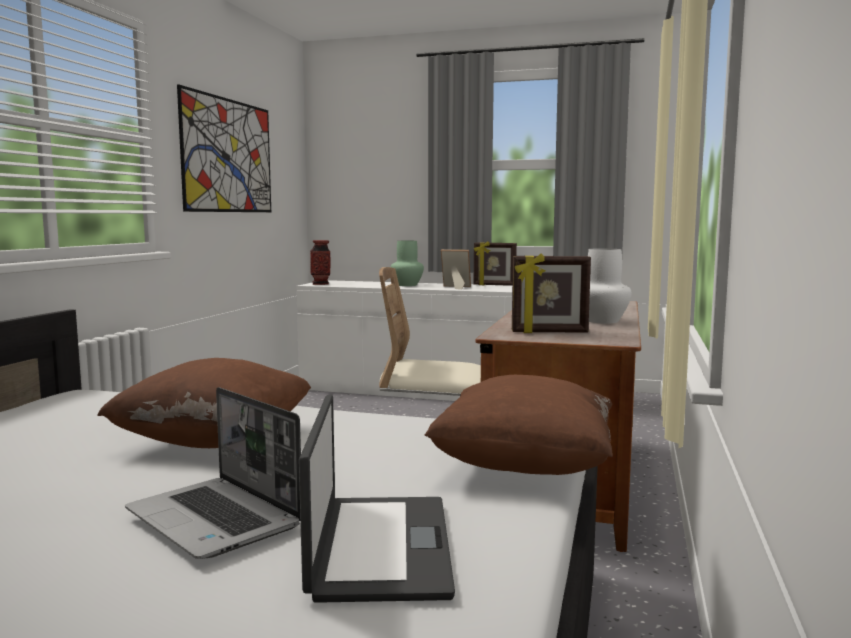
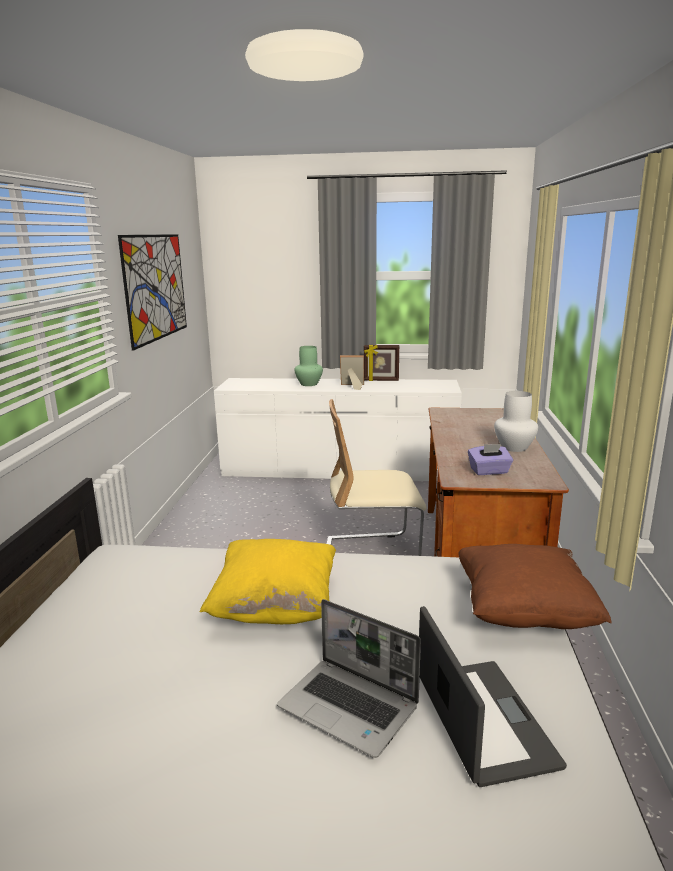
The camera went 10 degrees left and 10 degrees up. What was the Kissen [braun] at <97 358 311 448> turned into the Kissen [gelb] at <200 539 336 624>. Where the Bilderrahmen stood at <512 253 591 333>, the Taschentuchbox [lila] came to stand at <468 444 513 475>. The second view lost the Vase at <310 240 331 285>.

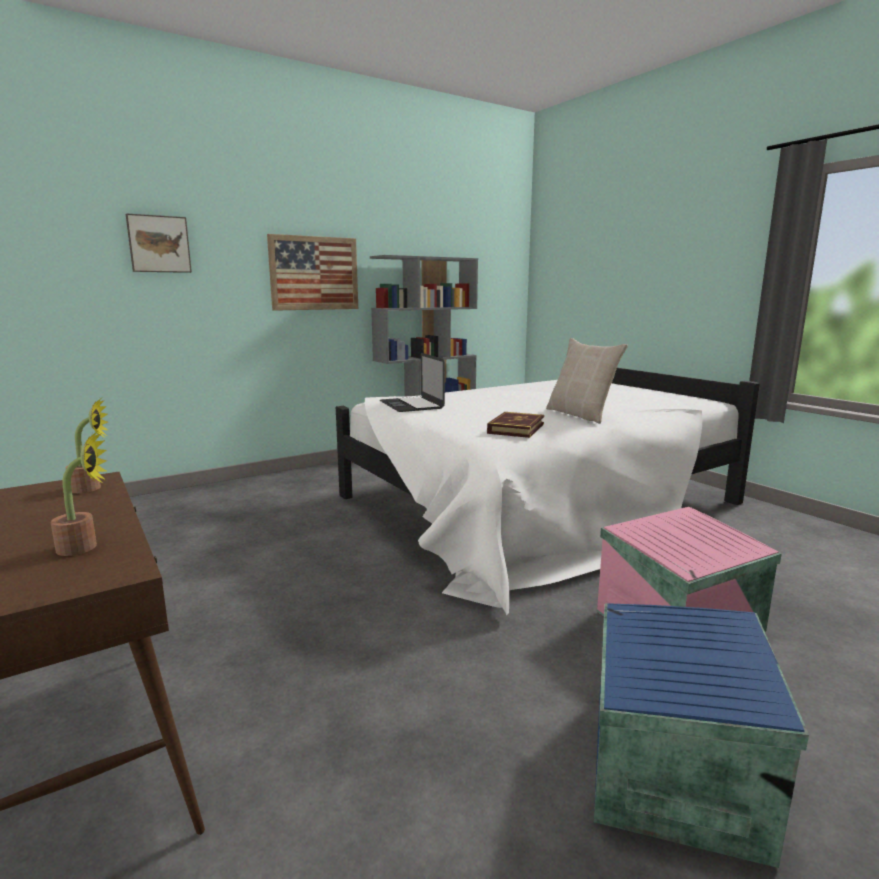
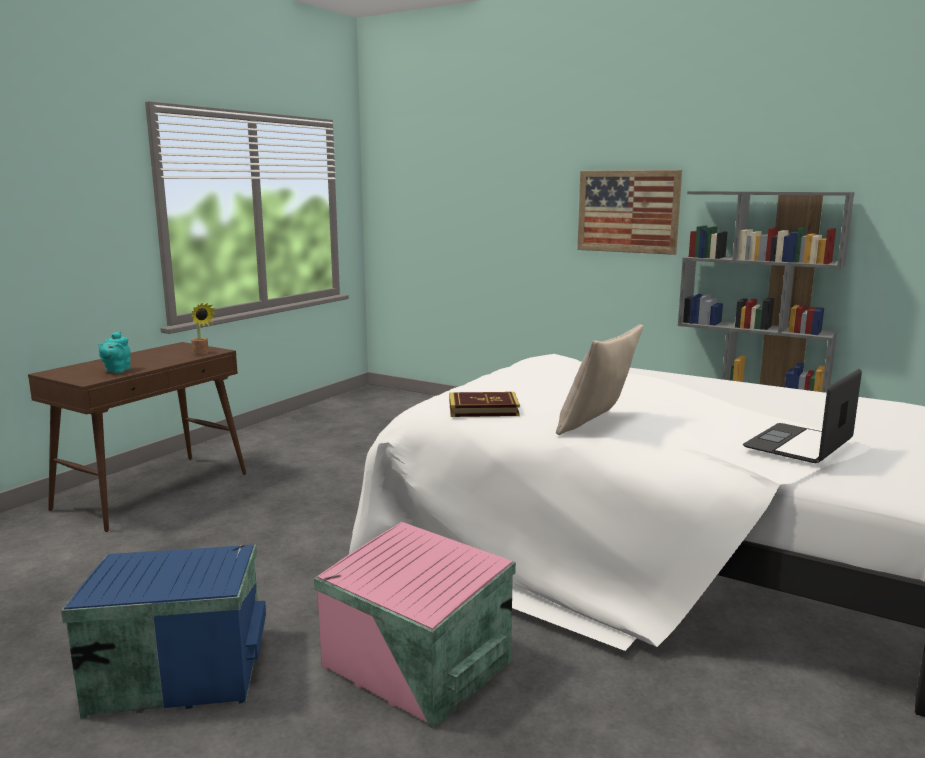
The camera went 65 degrees right and 0 degrees up. Where the Topfpflanze stood at <51 431 107 556>, the Teekanne [türkis] came to stand at <98 331 131 373>. The Laptop ended up elsewhere, having gone from <380 353 445 412> to <743 369 862 463>. The second view lost the Bild at <126 213 192 273>.

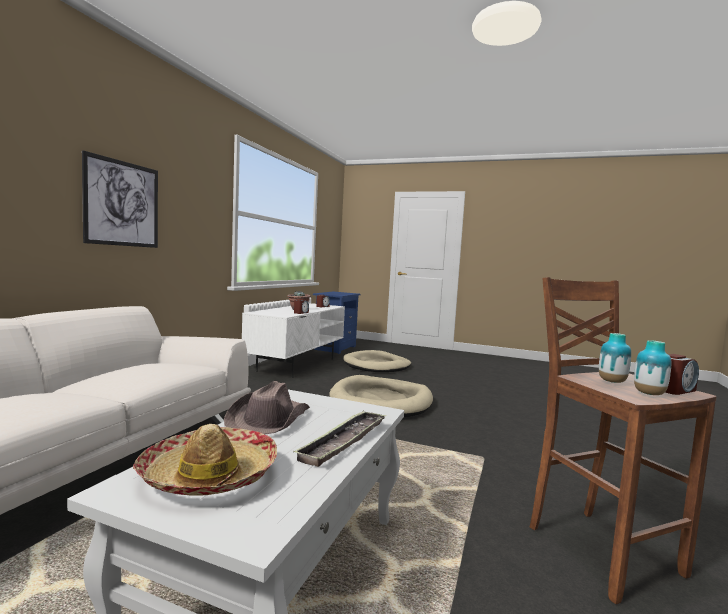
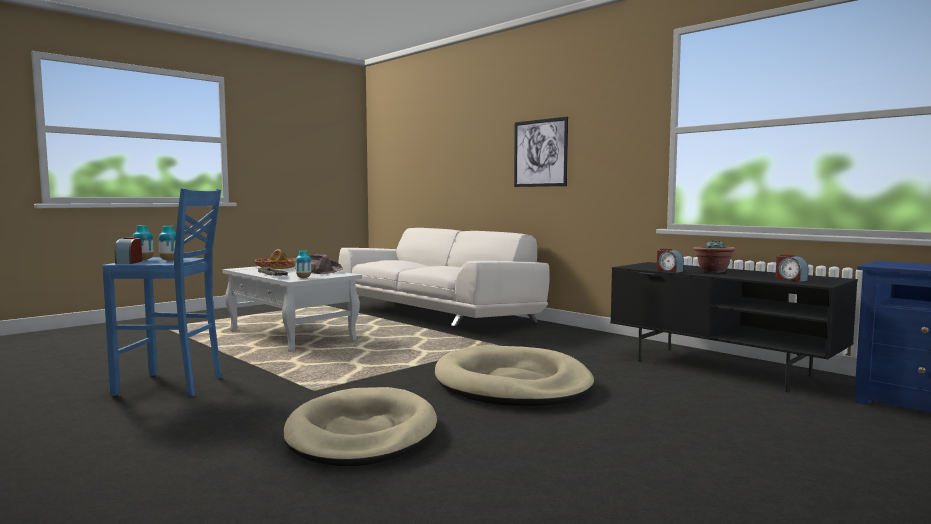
The camera went 115 degrees right and 0 degrees up. What was the Hocker [braun] at <530 277 716 604> turned into the Hocker [blau] at <102 188 222 396>. The Hundebett [beige] ended up elsewhere, having gone from <343 350 411 372> to <284 387 437 466>. The second view gained the Vase at <296 250 311 278>. What was the Fernsehschrank [weiß] at <242 303 345 378> turned into the Fernsehschrank [schwarz] at <610 262 858 392>.

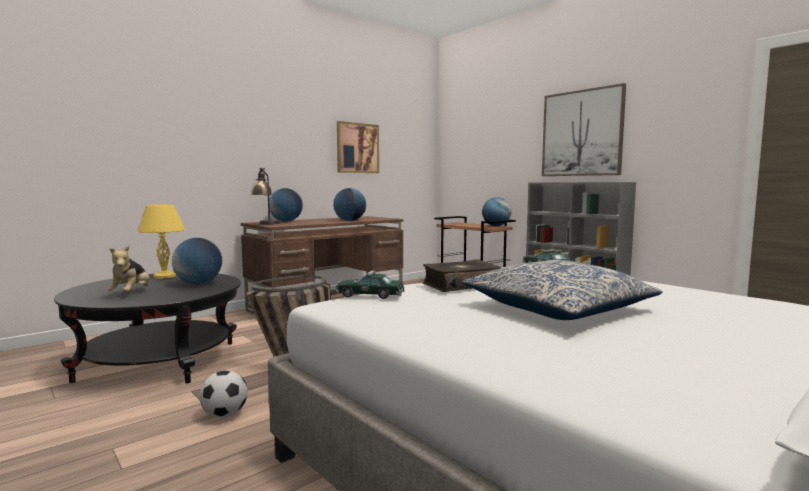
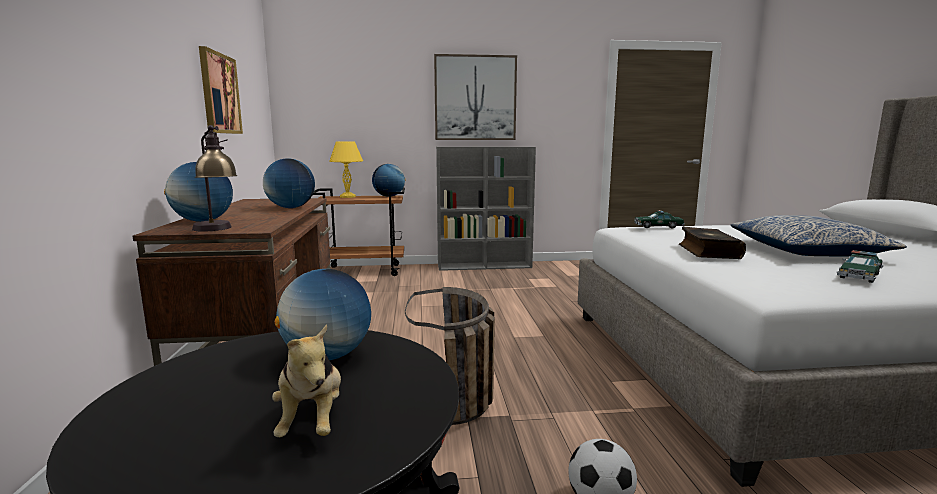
The camera went 55 degrees left and 5 degrees up. The Plüschtier at <107 245 150 292> ended up facing another way, 45 degrees clockwise from before. The Tischlampe [gelb] ended up elsewhere, having gone from <137 204 185 279> to <330 141 363 198>. The Spielzeugauto ended up elsewhere, having gone from <335 270 404 299> to <837 250 884 283>.

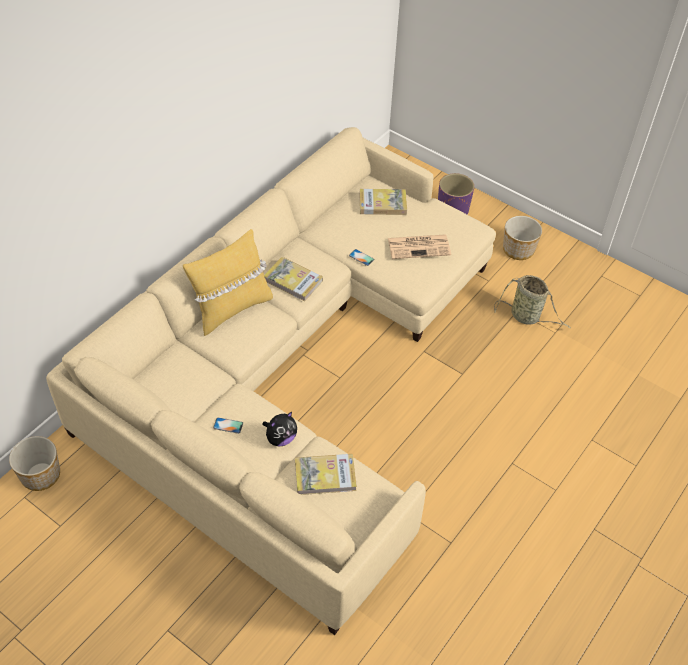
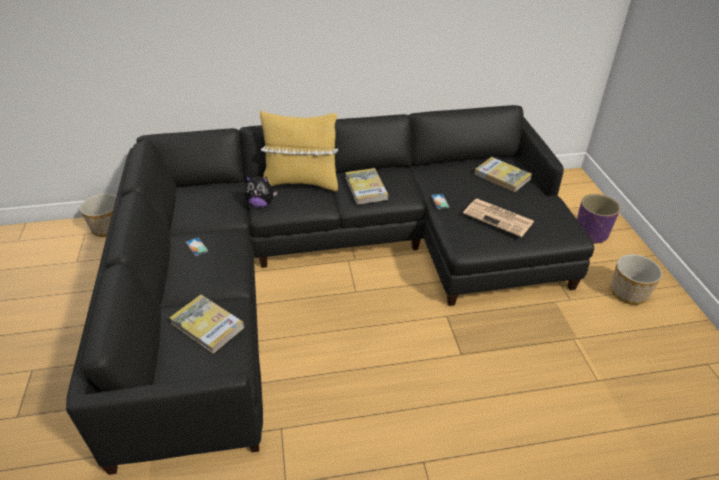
The camera went 45 degrees right and 10 degrees down. What was the Sofa [beige] at <46 127 496 635> turned into the Sofa [schwarz] at <66 105 594 475>. The Plüschtier ended up elsewhere, having gone from <262 412 297 446> to <245 176 278 208>. The second view lost the Korb at <494 275 571 328>.

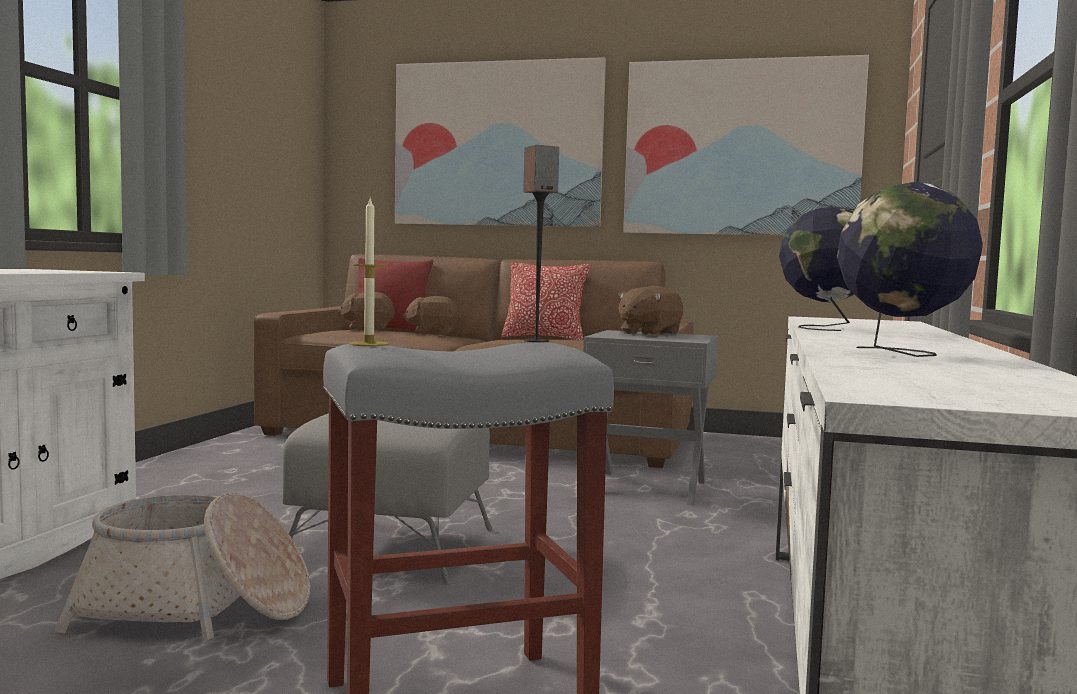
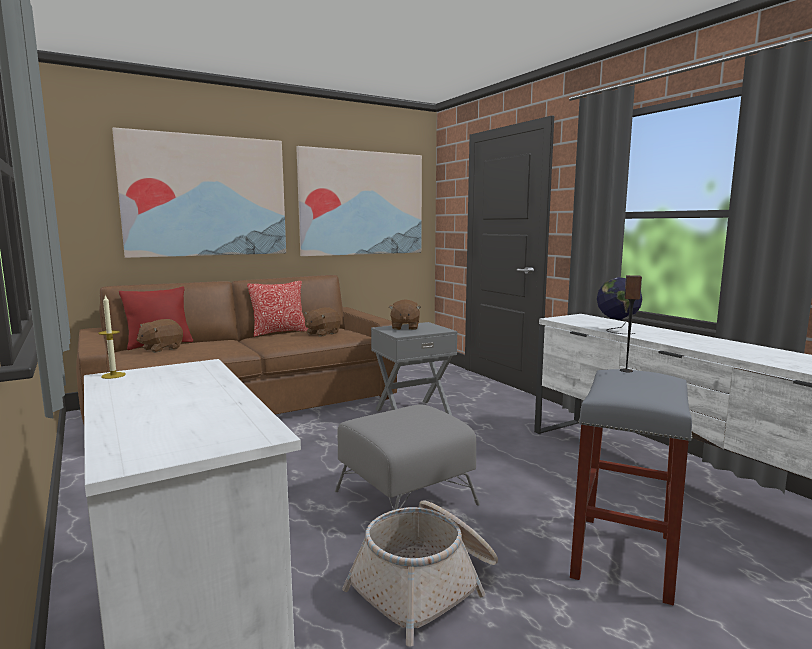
The camera went 45 degrees left and 5 degrees up. The Kerze ended up elsewhere, having gone from <349 197 389 346> to <98 295 126 379>. The Plüschtier [braun] ended up elsewhere, having gone from <402 296 460 336> to <305 307 341 337>. The second view lost the Globus at <837 182 983 357>.

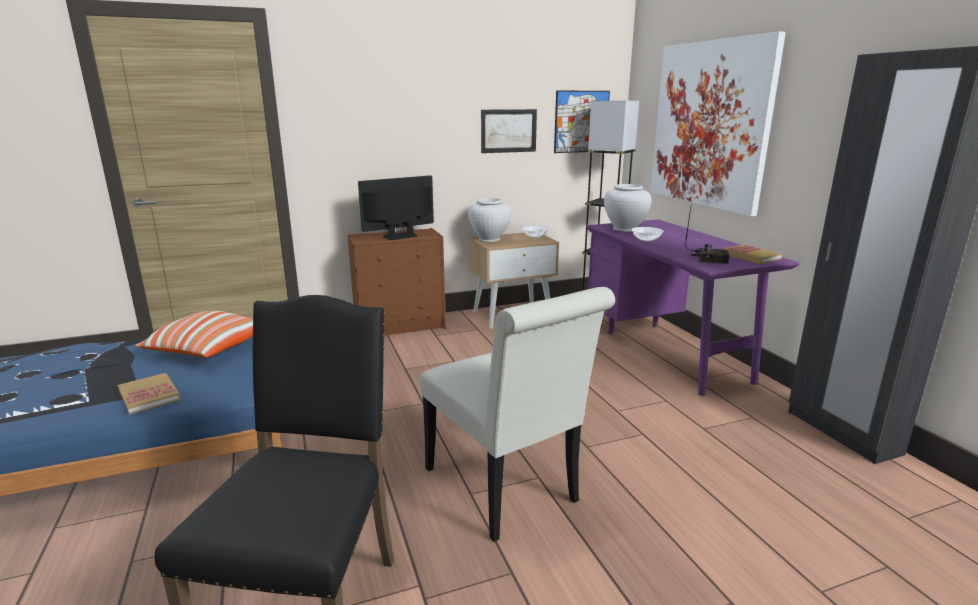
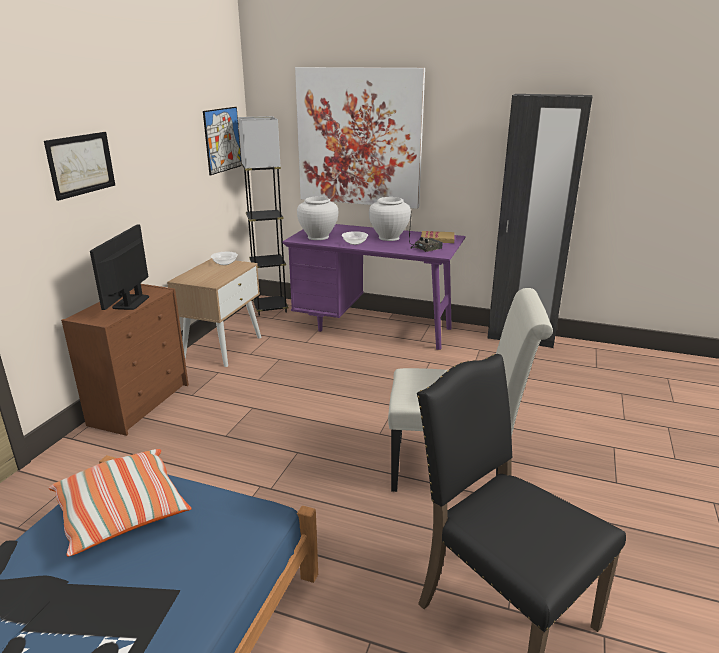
The camera went 50 degrees left and 5 degrees up. The Bild ended up elsewhere, having gone from <481 109 537 153> to <44 132 115 201>. The Vase [weiß] ended up elsewhere, having gone from <468 198 511 242> to <369 197 411 241>. The second view lost the Buch at <118 373 181 415>.

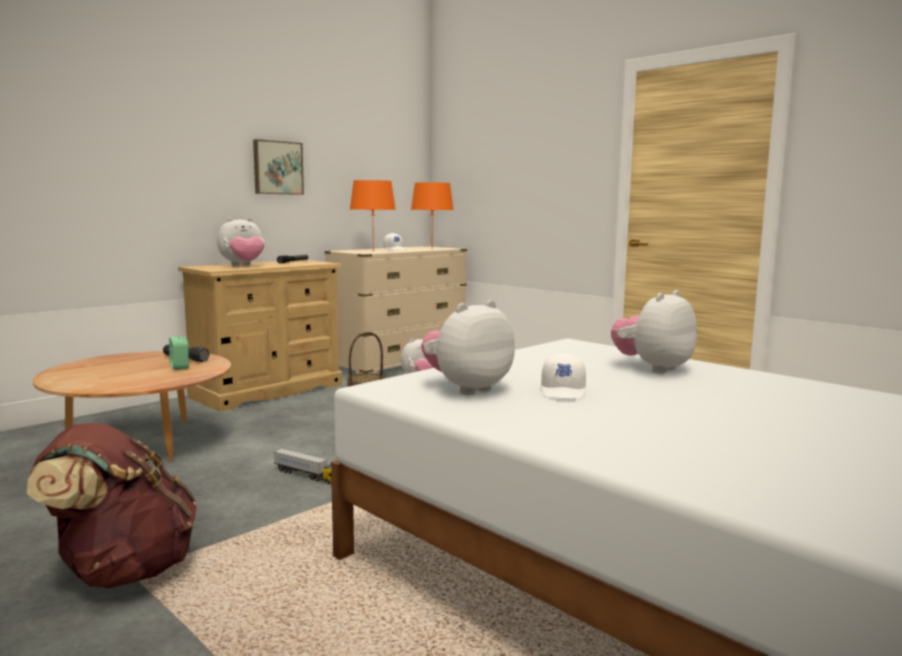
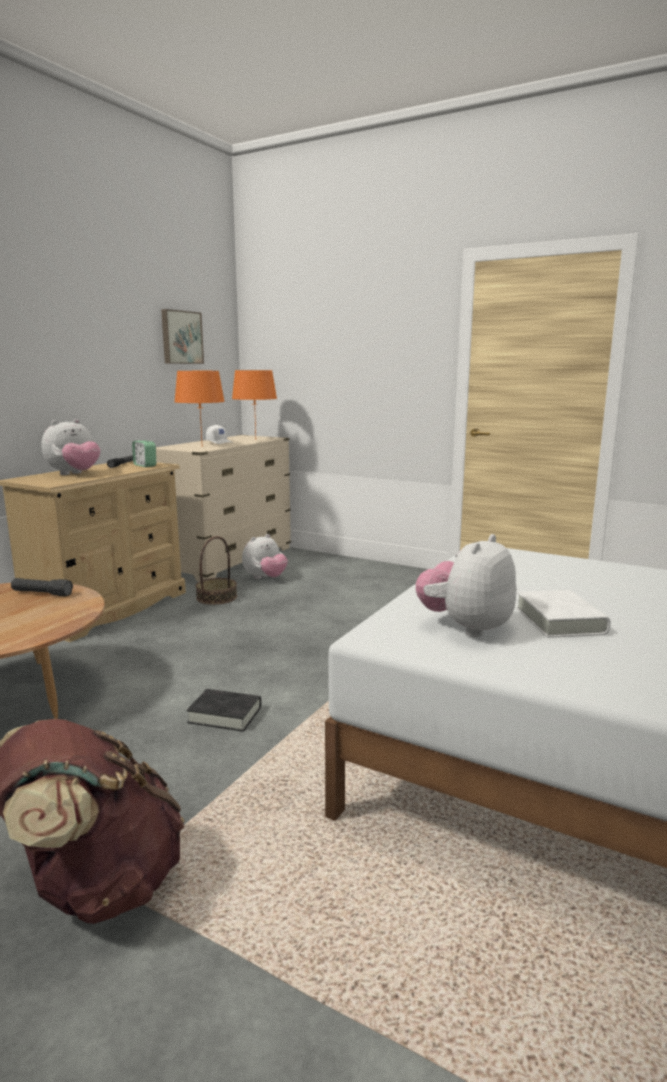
The camera went 15 degrees left and 5 degrees up. The Wecker ended up elsewhere, having gone from <169 337 189 370> to <132 441 156 467>. The Bild ended up elsewhere, having gone from <253 139 304 195> to <161 309 204 364>. Where the Spielzeuglaster stood at <273 448 331 484>, the Buch [schwarz] came to stand at <187 689 261 732>. Where the Kappe [weiß] stood at <541 353 586 399>, the Buch [weiß] came to stand at <516 590 610 638>. The second view lost the Plüschtier at <611 290 697 373>.

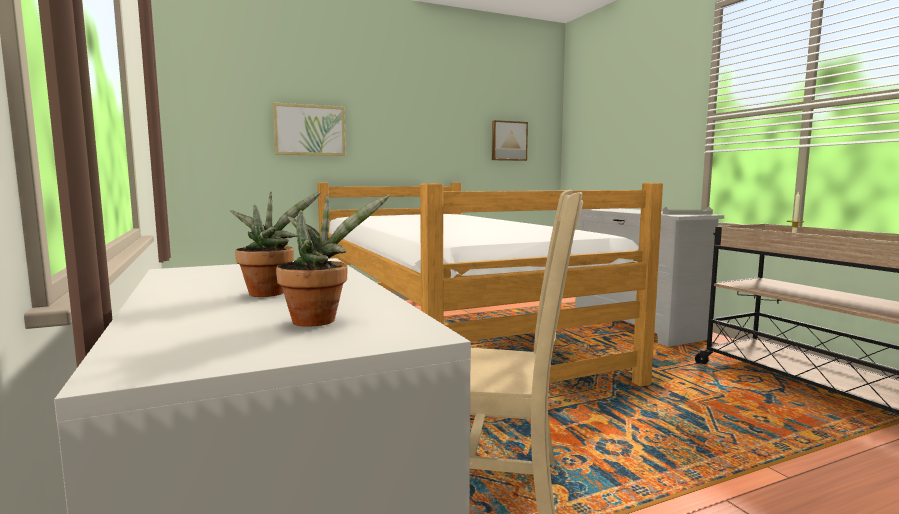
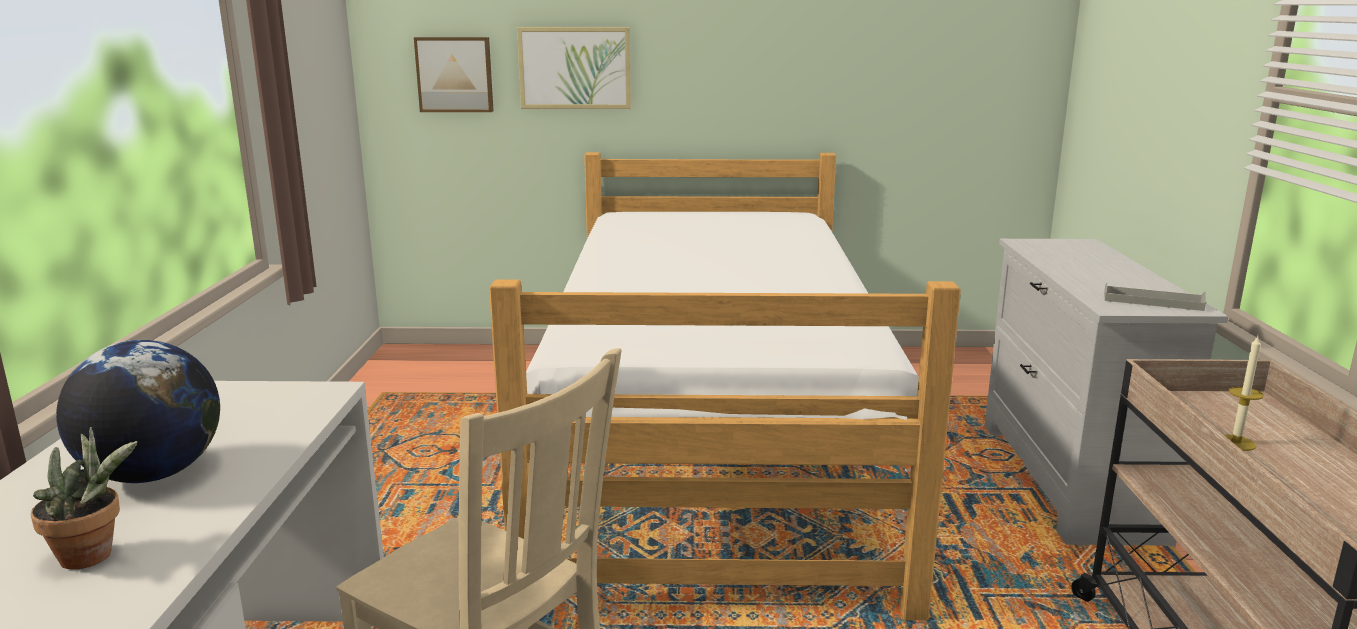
The camera went 25 degrees right and 10 degrees up. Where the Topfpflanze stood at <230 191 321 297>, the Globus came to stand at <56 340 220 483>. The Bild ended up elsewhere, having gone from <492 120 528 161> to <414 37 493 112>.

